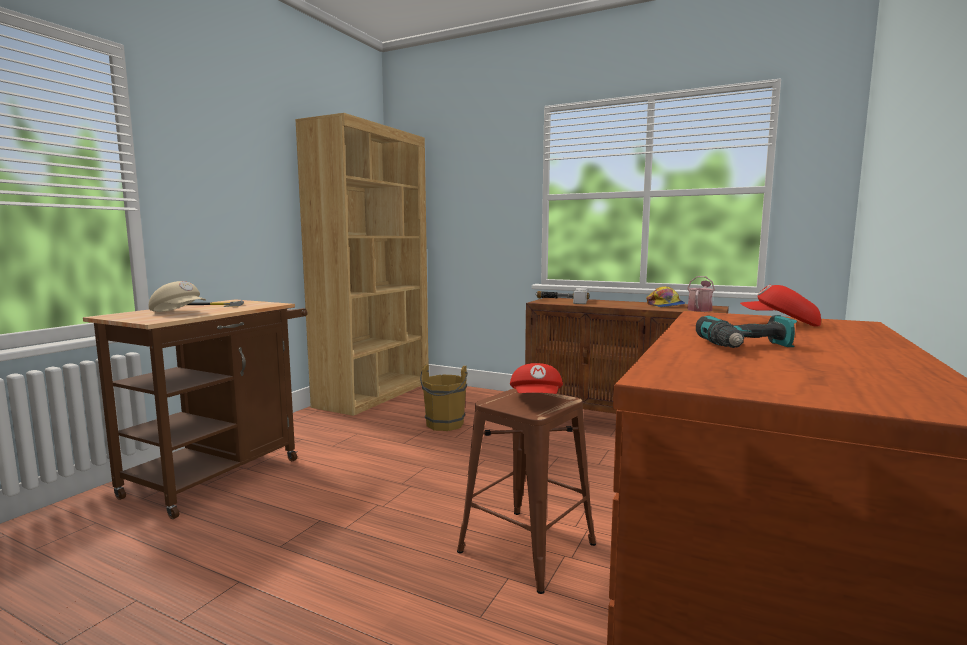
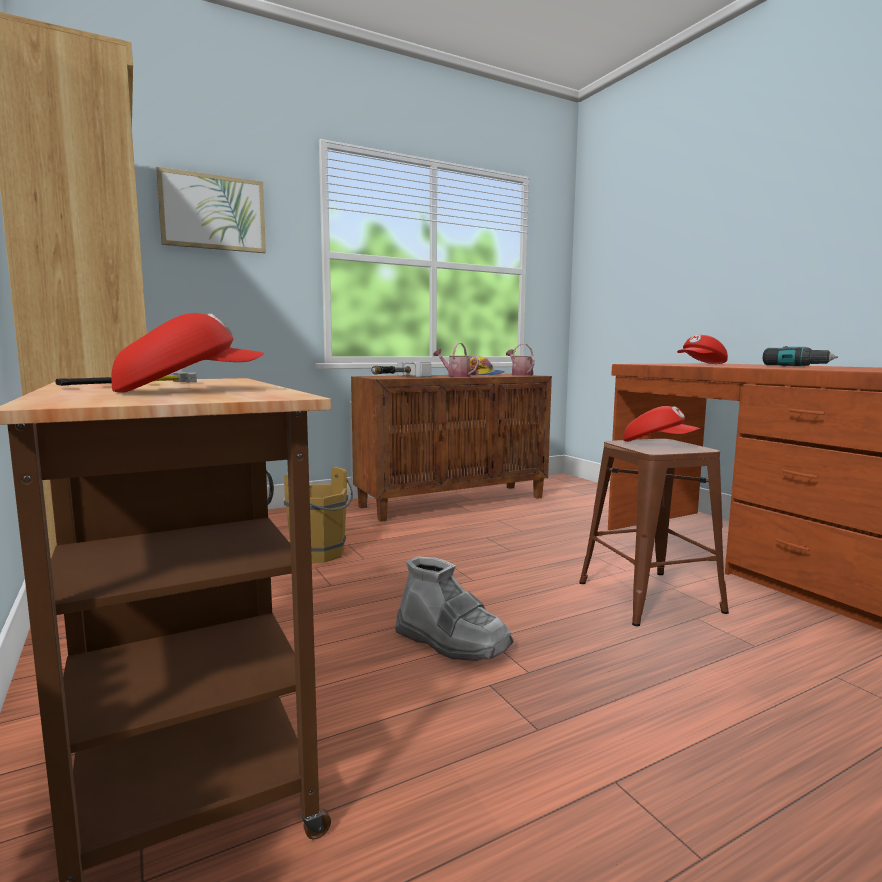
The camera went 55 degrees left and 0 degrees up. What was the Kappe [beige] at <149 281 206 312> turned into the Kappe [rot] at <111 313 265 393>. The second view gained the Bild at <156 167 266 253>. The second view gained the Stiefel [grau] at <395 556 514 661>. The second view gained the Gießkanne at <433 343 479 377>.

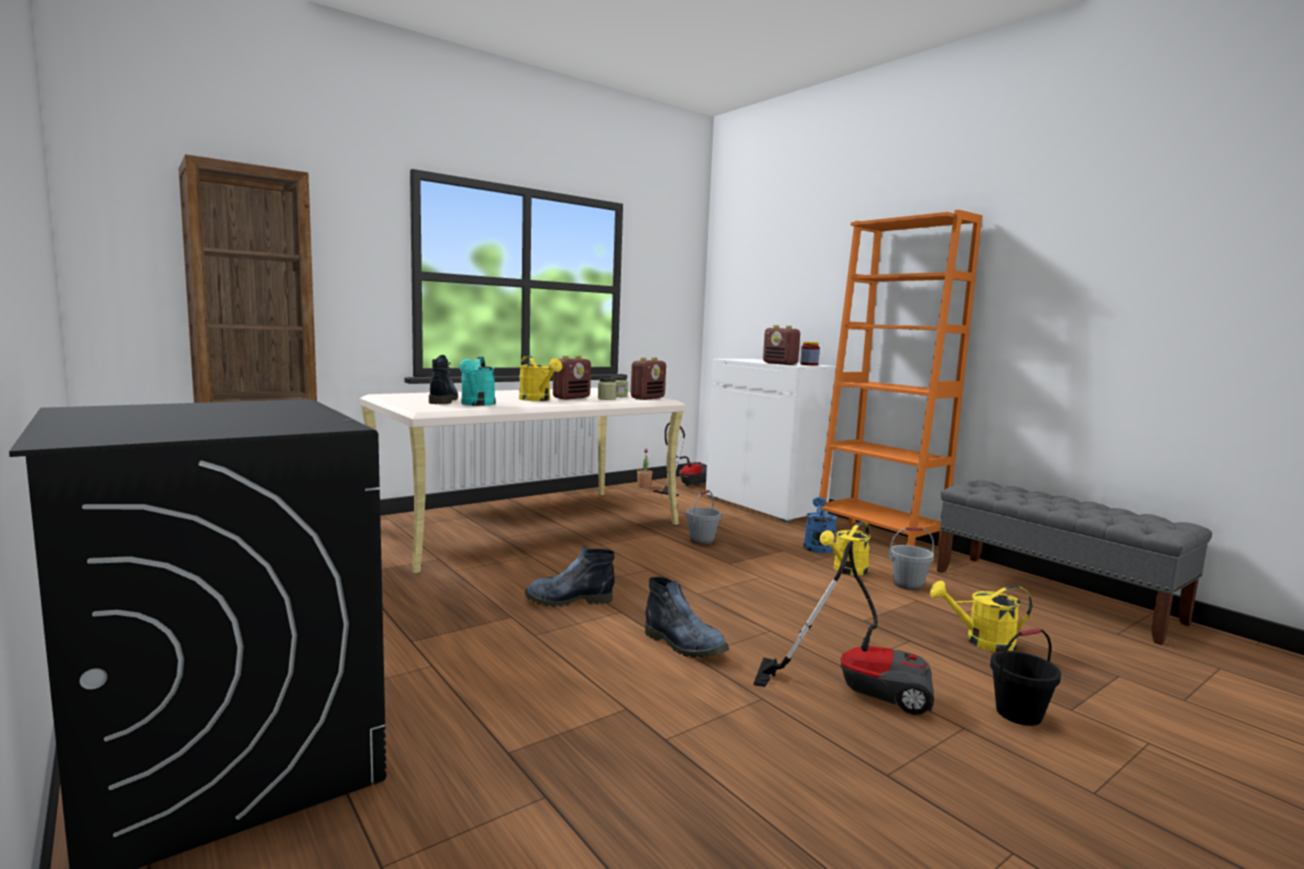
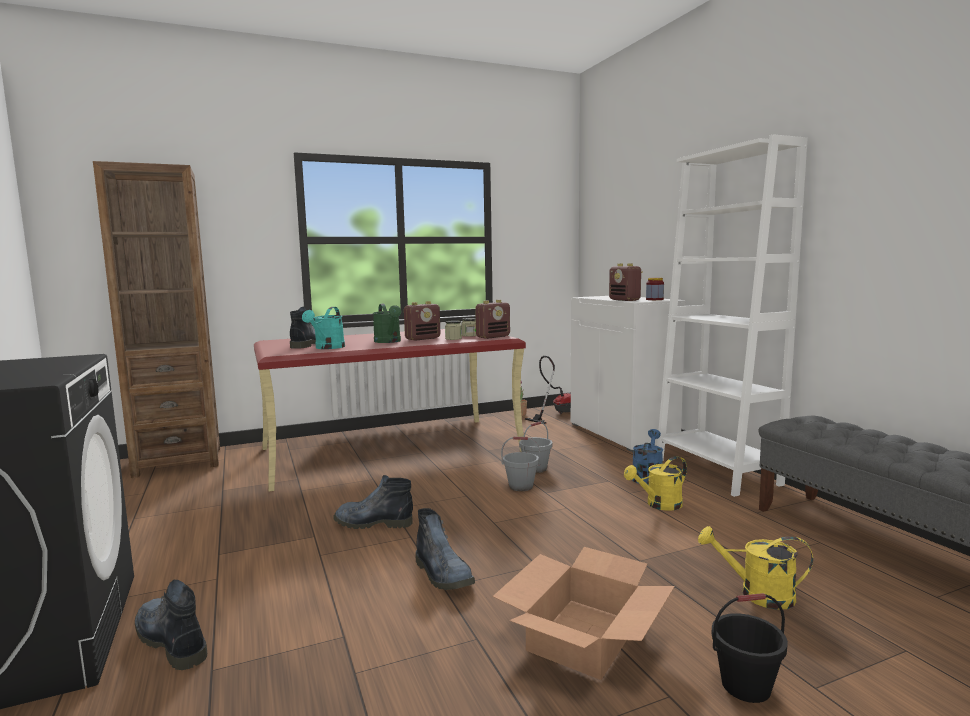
The camera went 15 degrees right and 0 degrees up. The second view gained the Stiefel at <135 580 207 670>. What was the Schreibtisch [beige] at <360 388 685 573> turned into the Schreibtisch [rot] at <254 329 526 492>. What was the Gießkanne [gelb] at <519 356 562 401> turned into the Gießkanne [grün] at <373 304 401 343>. Where the Staubsauger stood at <754 541 934 715>, the Karton came to stand at <493 547 675 680>. The Eimer [grau] ended up elsewhere, having gone from <889 527 934 590> to <501 437 541 491>. What was the Bücherregal [orange] at <819 210 982 550> turned into the Bücherregal [weiß] at <657 134 807 497>.

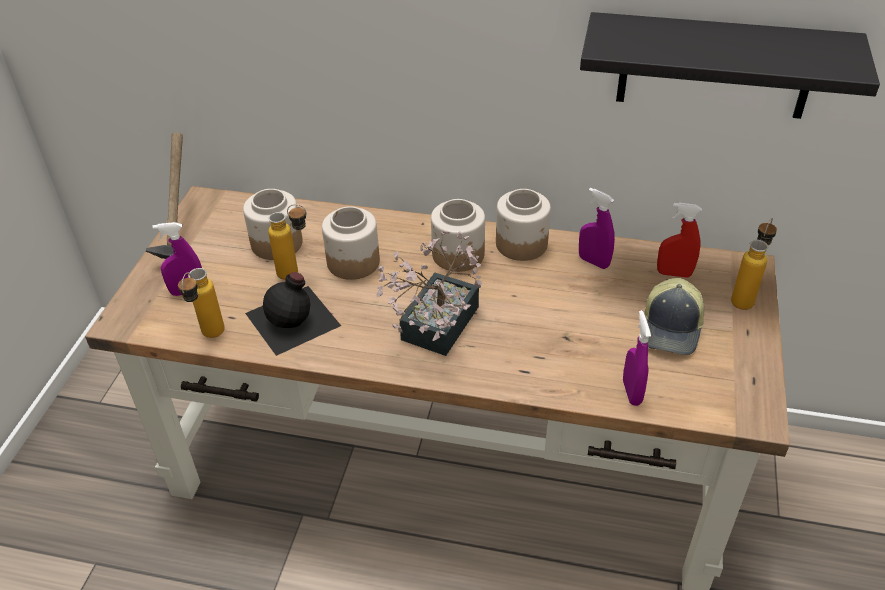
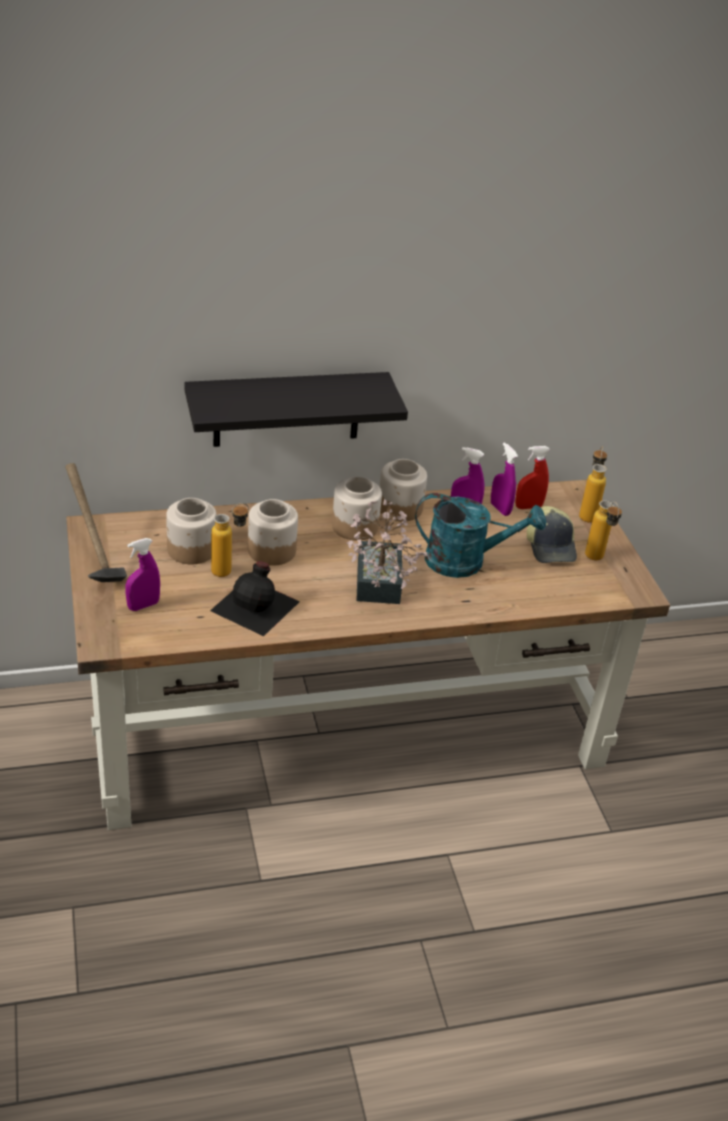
The camera went 30 degrees left and 5 degrees down. The Wandregal [schwarz] ended up elsewhere, having gone from <580 12 880 119> to <184 372 408 447>. The second view gained the Gießkanne [türkis] at <415 493 546 578>. The Sprühflasche [lila] ended up elsewhere, having gone from <623 310 651 406> to <491 442 518 516>. The Flasche ended up elsewhere, having gone from <178 268 225 338> to <585 500 622 560>.

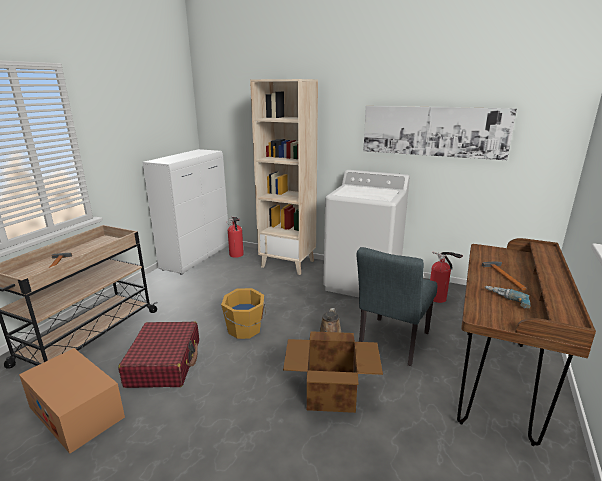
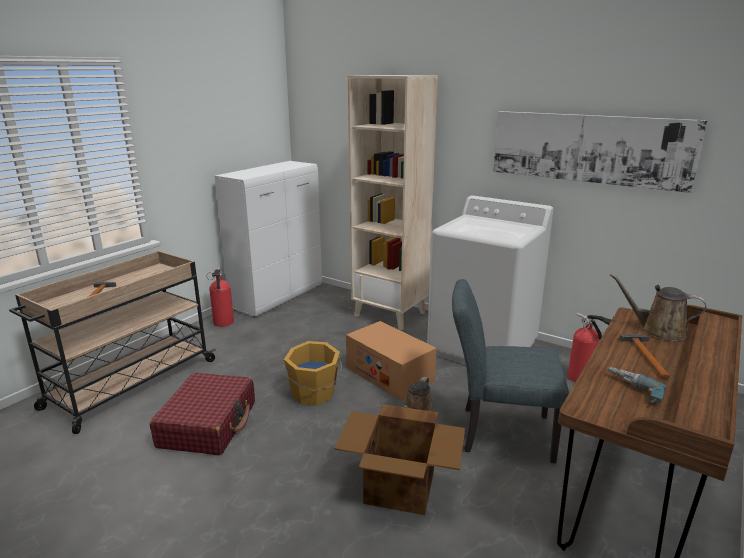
The camera went 10 degrees right and 0 degrees up. The Feuerlöscher ended up elsewhere, having gone from <227 216 244 258> to <206 268 234 327>. The Karton ended up elsewhere, having gone from <19 348 125 453> to <346 321 437 400>. The Stuhl [grau] at <357 247 437 366> ended up facing another way, 60 degrees clockwise from before. The second view gained the Gießkanne [braun] at <610 273 707 341>.

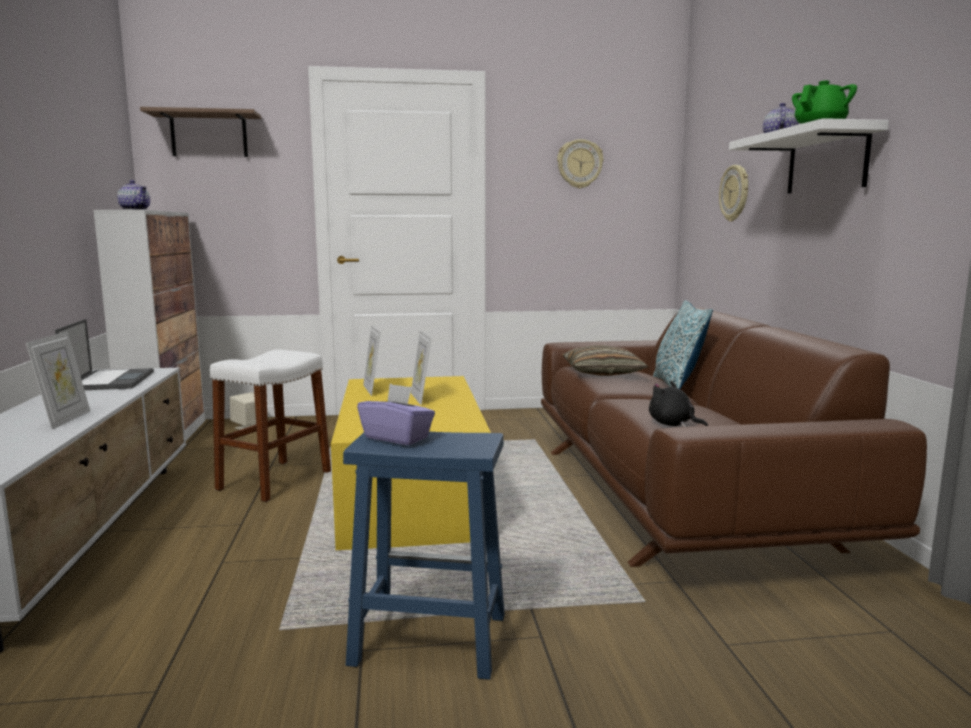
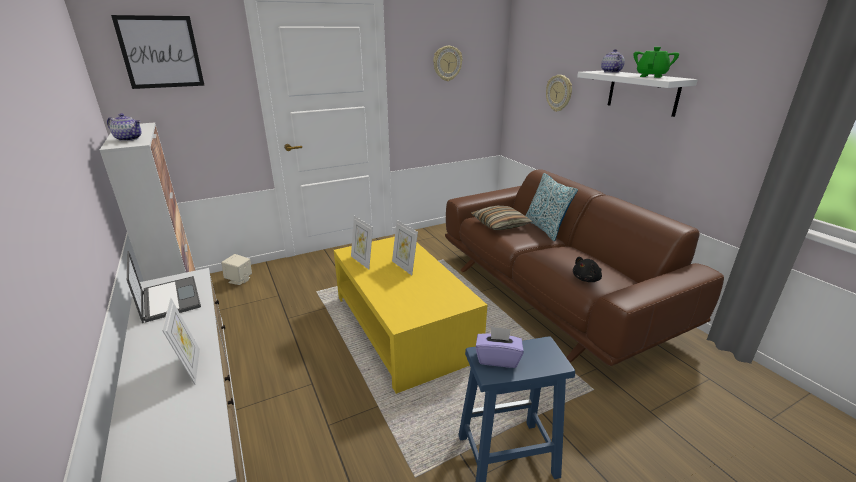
The camera went 20 degrees left and 15 degrees up. Where the Wandregal hung at <140 107 261 157>, the Bild came to hang at <111 15 205 89>. The Plüschtier [schwarz] at <649 381 708 427> ended up facing another way, 60 degrees counterclockwise from before. The second view lost the Hocker [weiß] at <210 349 331 502>.

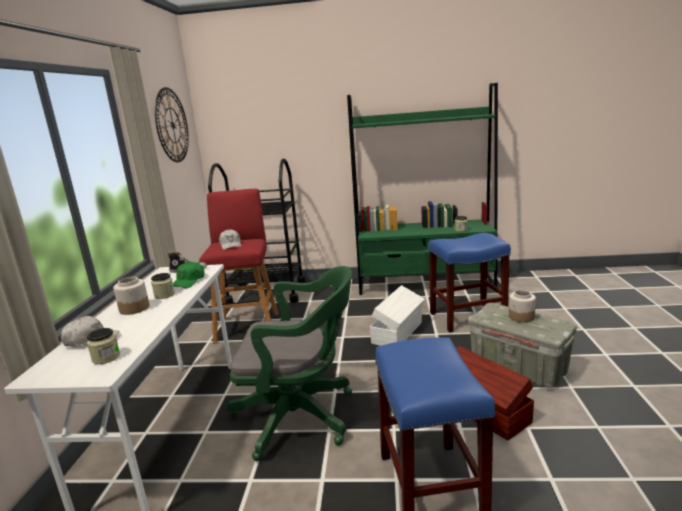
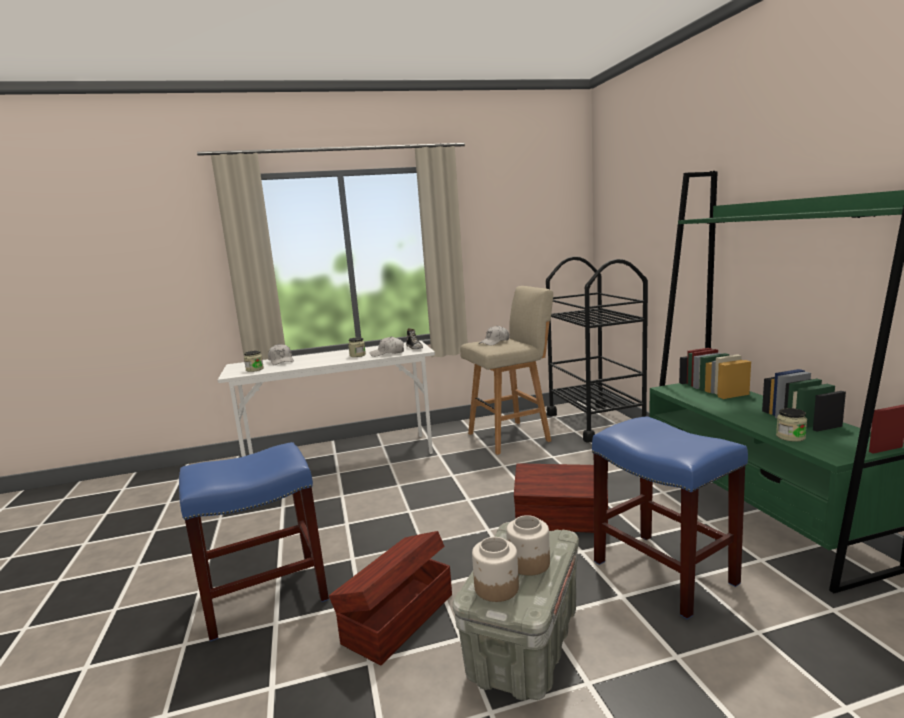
The camera went 70 degrees right and 5 degrees down. What was the Kappe [grün] at <173 262 204 288> turned into the Kappe [weiß] at <370 337 404 357>. What was the Hocker [rot] at <199 189 278 344> turned into the Hocker [beige] at <460 286 553 455>. The Vorratsglas ended up elsewhere, having gone from <113 277 149 315> to <472 537 519 602>. What was the Aufbewahrungsbox [weiß] at <370 285 425 346> turned into the Aufbewahrungsbox [braun] at <514 463 608 533>. The second view lost the Wanduhr at <155 87 189 162>. The second view lost the Bürostuhl [grün] at <227 266 352 461>.

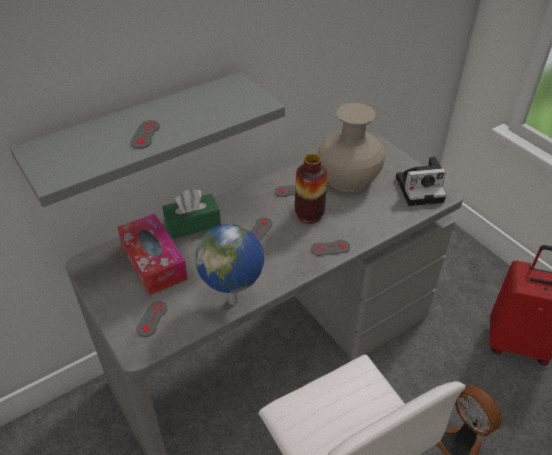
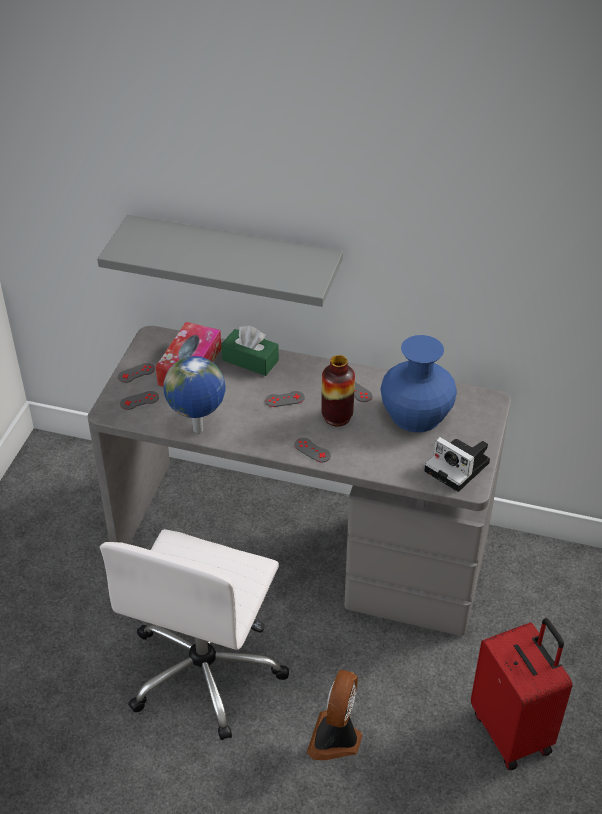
The camera went 50 degrees right and 0 degrees up. The Gamepad [grau] ended up elsewhere, having gone from <130 120 160 149> to <118 363 155 383>. What was the Vase [beige] at <318 103 385 192> turned into the Vase [blau] at <380 335 457 432>.

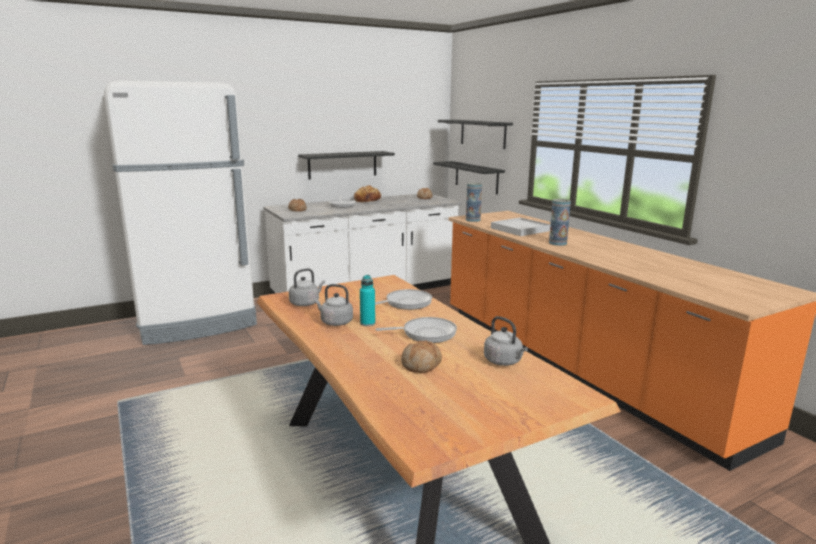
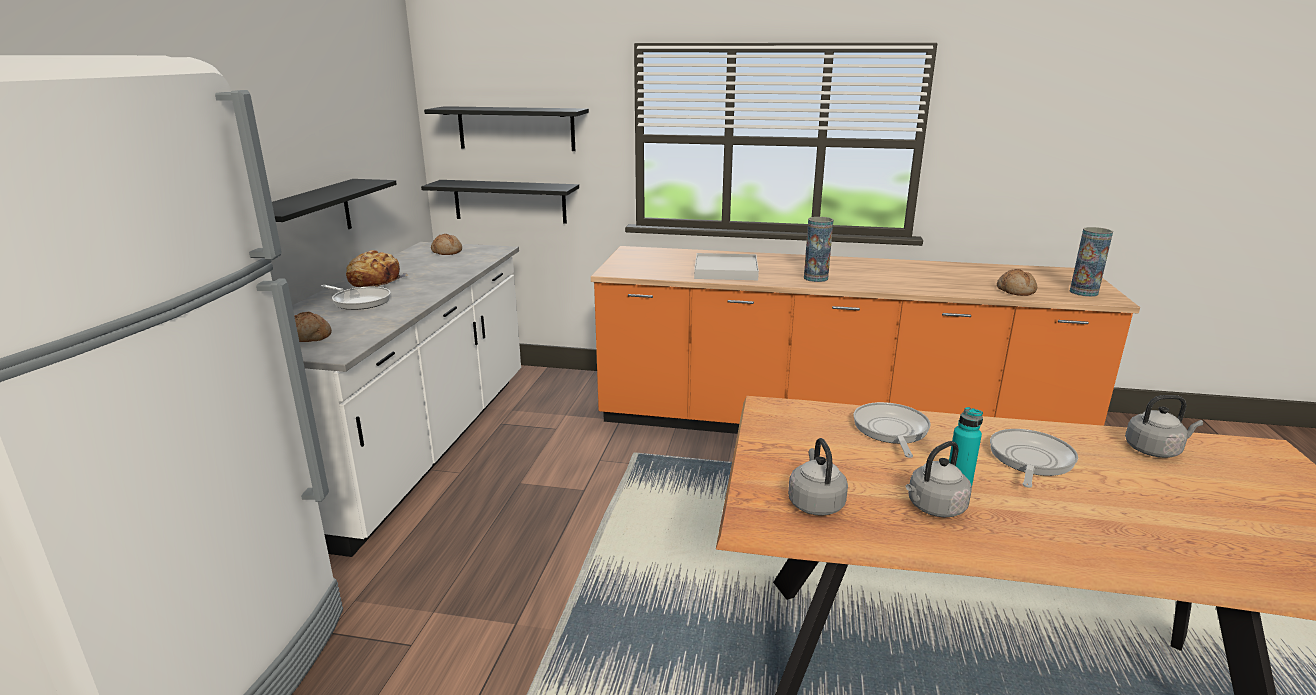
The camera went 50 degrees left and 5 degrees up. The Brot ended up elsewhere, having gone from <401 340 442 373> to <997 269 1037 296>. The Vase ended up elsewhere, having gone from <466 183 482 222> to <1070 227 1113 297>.

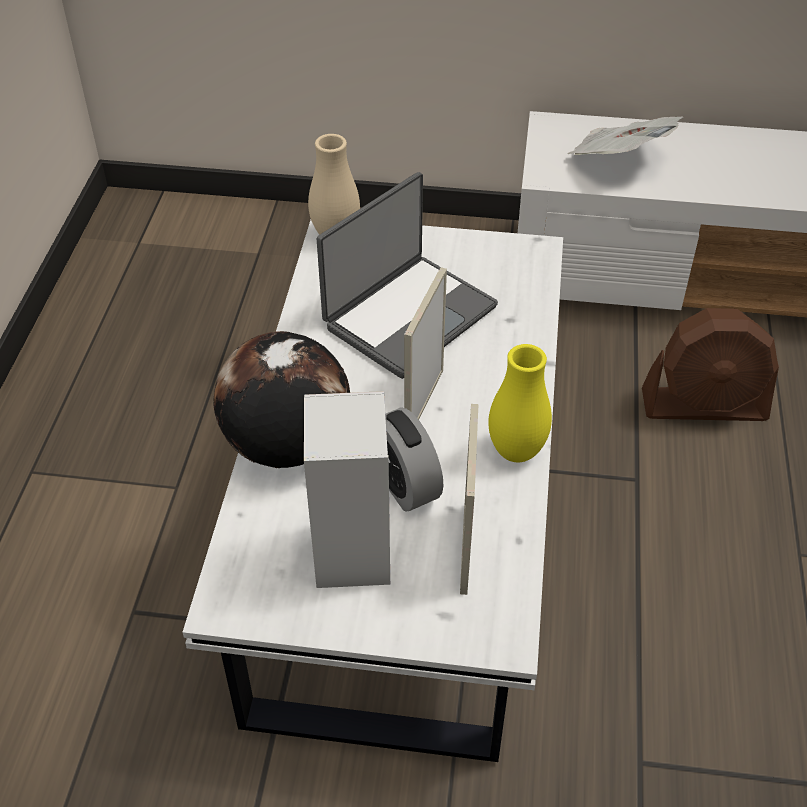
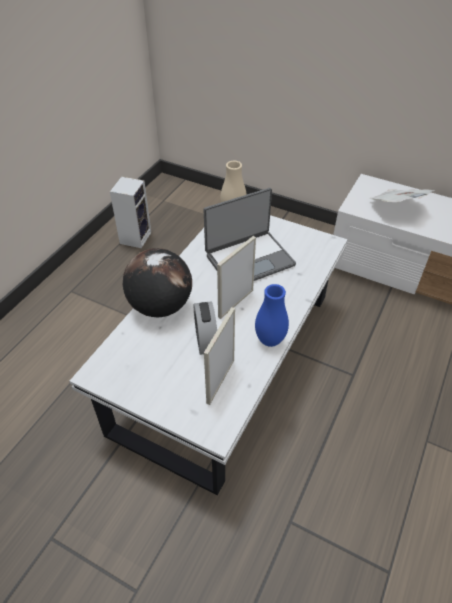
The camera went 20 degrees right and 0 degrees up. The Lautsprecher ended up elsewhere, having gone from <304 391 390 588> to <110 176 151 248>. What was the Vase [gelb] at <488 344 552 462> turned into the Vase [blau] at <255 284 289 347>. The second view lost the Ventilator [braun] at <642 308 779 421>.

